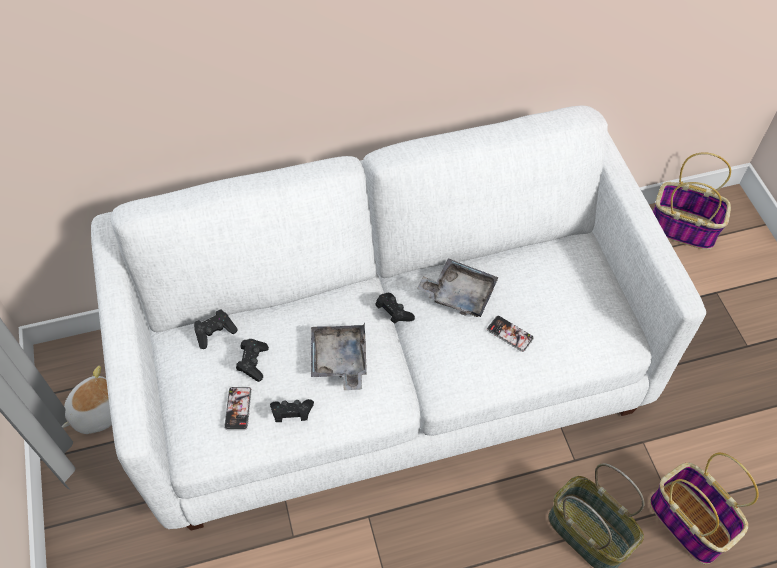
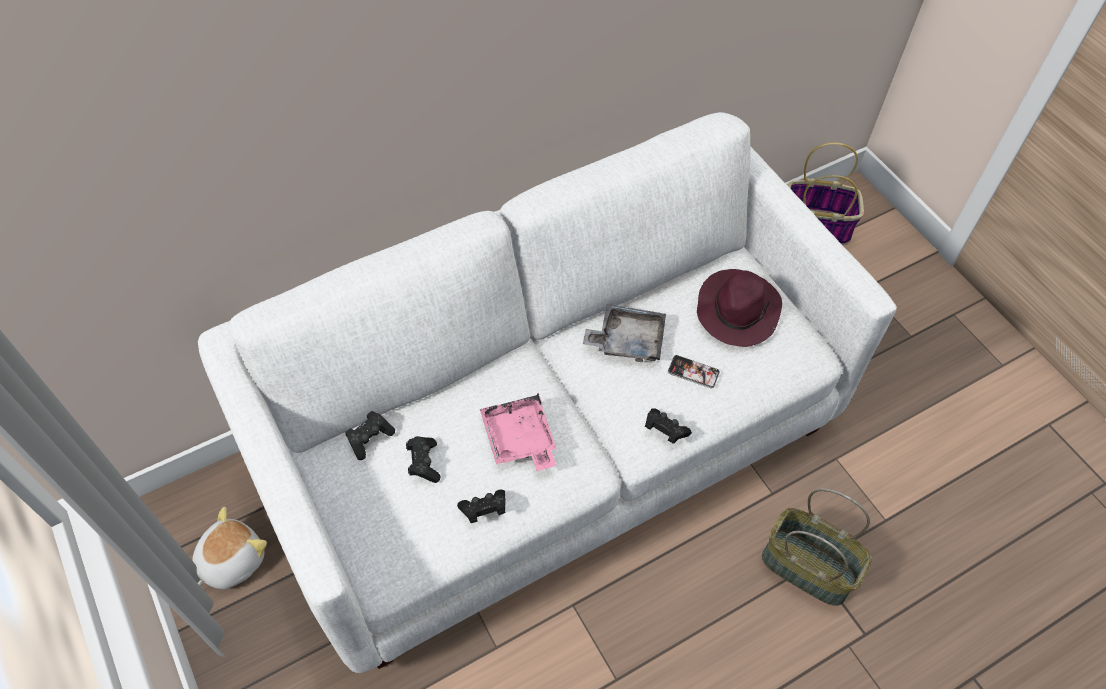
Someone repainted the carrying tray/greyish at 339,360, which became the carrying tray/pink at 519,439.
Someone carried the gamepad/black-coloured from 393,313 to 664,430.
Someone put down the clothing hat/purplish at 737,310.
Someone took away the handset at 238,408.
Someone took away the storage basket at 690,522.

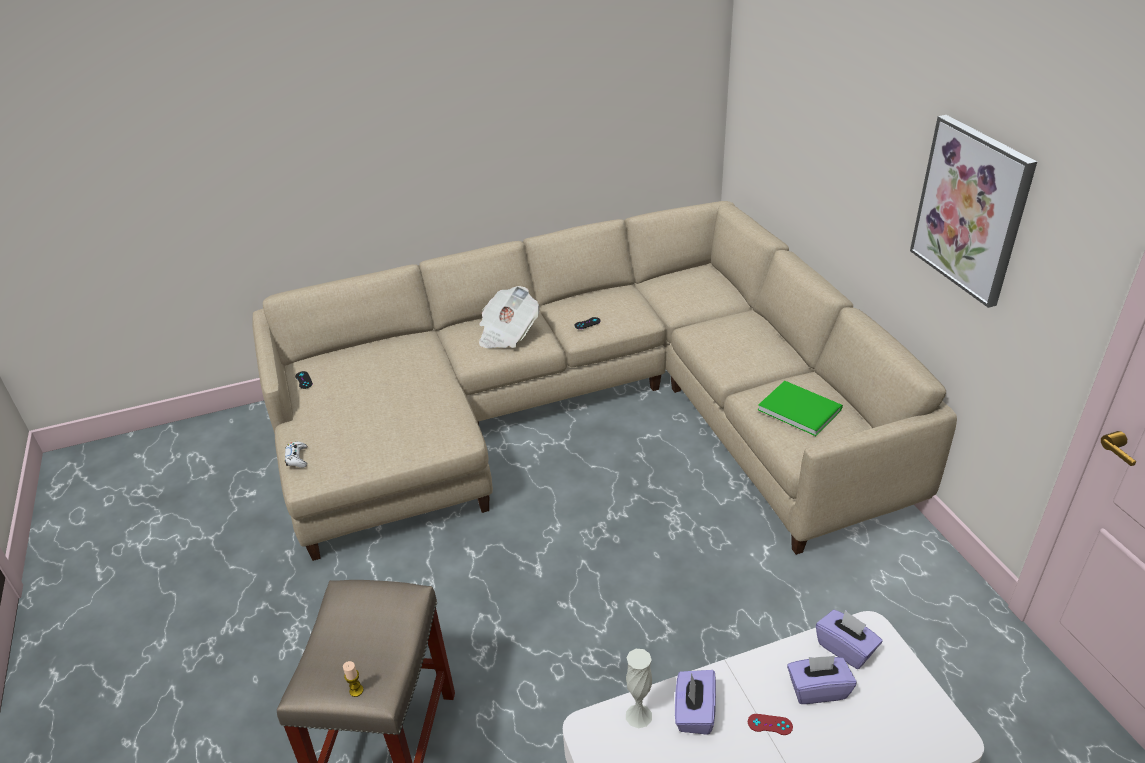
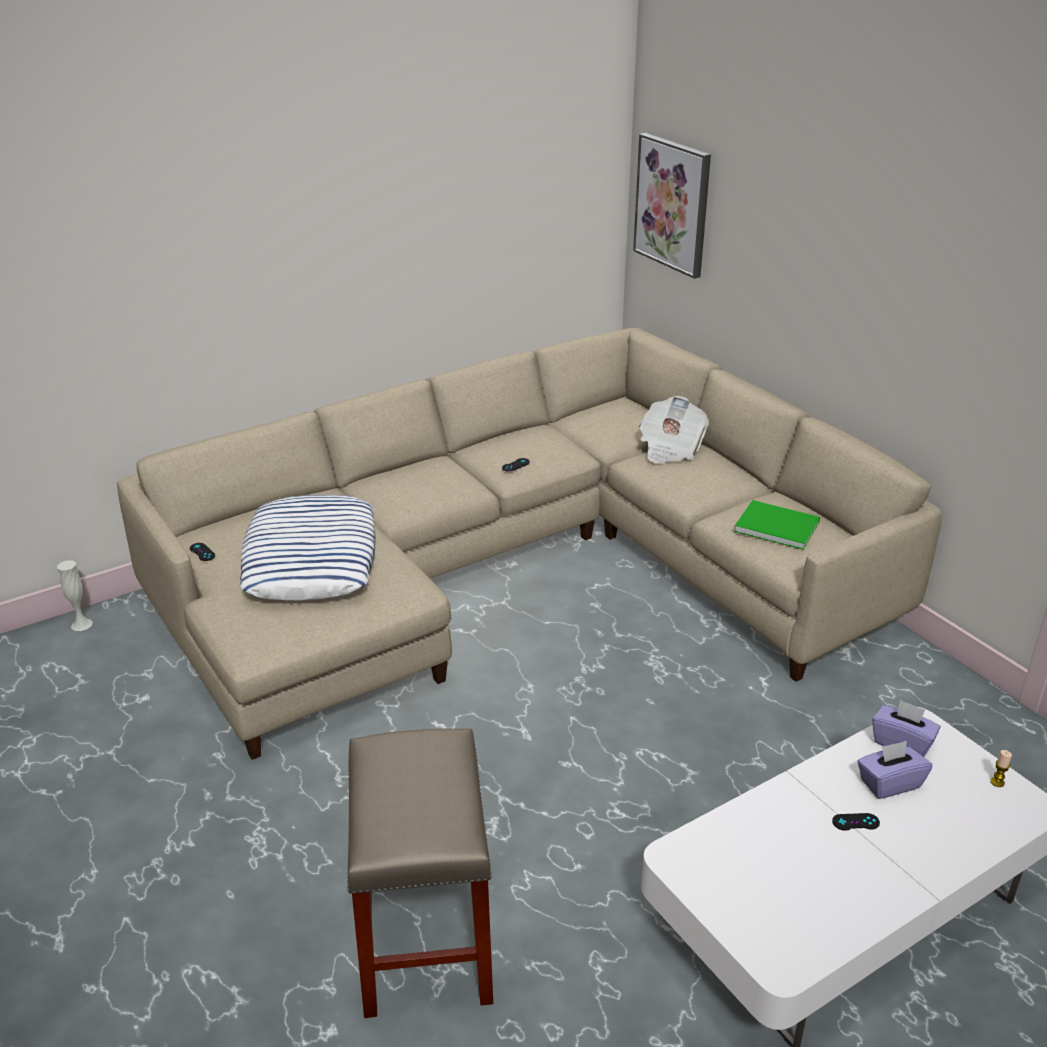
Someone carried the vase/whitish from 638,716 to 81,624.
Someone put down the cushion at 311,559.
Someone carried the picture from 971,209 to 673,204.
Someone carried the printed paper from 507,333 to 670,448.
Someone repainted the gamepad/red-coloured at 770,724, which became the gamepad/black-coloured at 855,822.
Someone carried the wax candle from 356,690 to 997,782.
Someone took away the gamepad/whitish at 297,458.
Someone took away the tissue holder/purplish at 694,712.

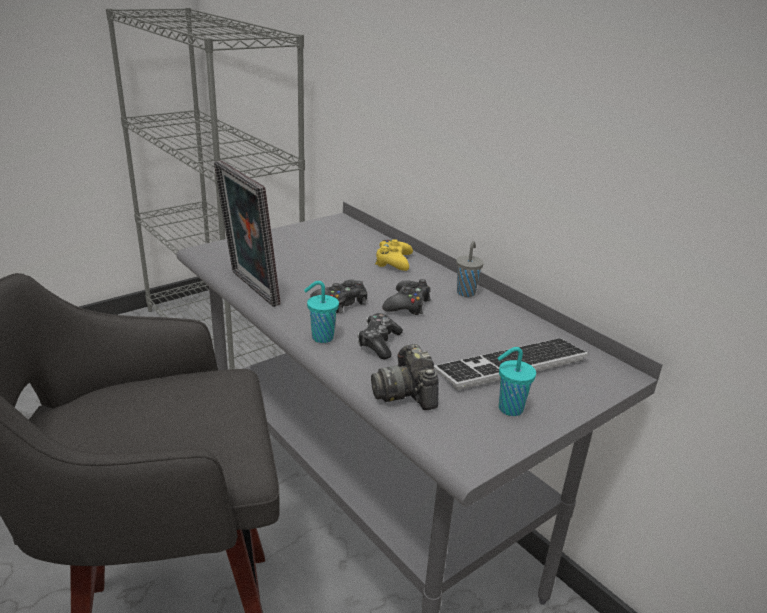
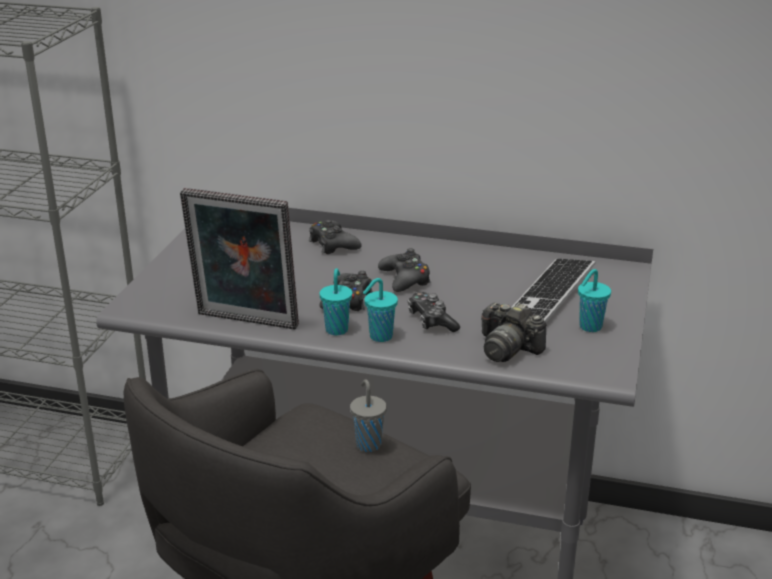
Someone repainted the gamepad/yellow at 393,262, which became the gamepad/black-coloured at 333,244.
Someone put down the small cup/turquoise-coloured at 337,329.
Someone carried the small cup/greyish from 466,292 to 368,444.

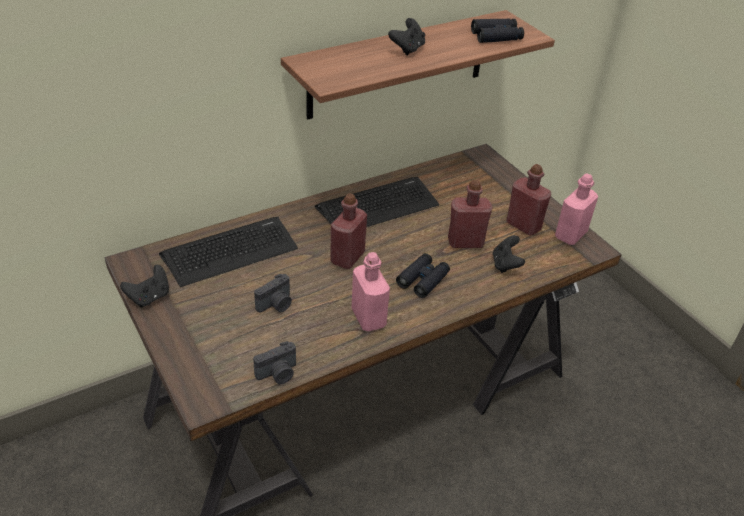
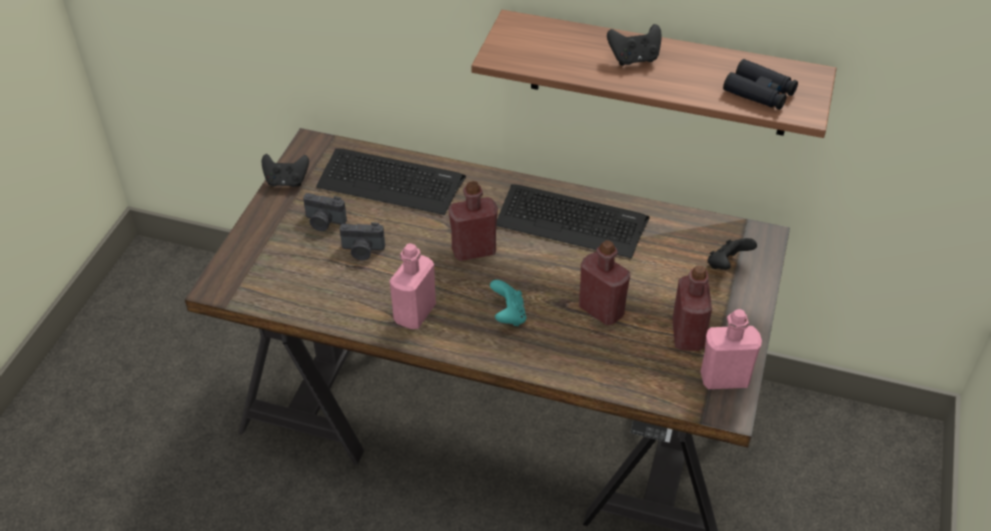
Someone carried the photo camera from 278,374 to 324,222.
Someone swapped the field glasses/black-coloured at 423,280 for the gamepad/turquoise-coloured at 508,315.
Someone carried the gamepad/black-coloured from 505,264 to 727,265.

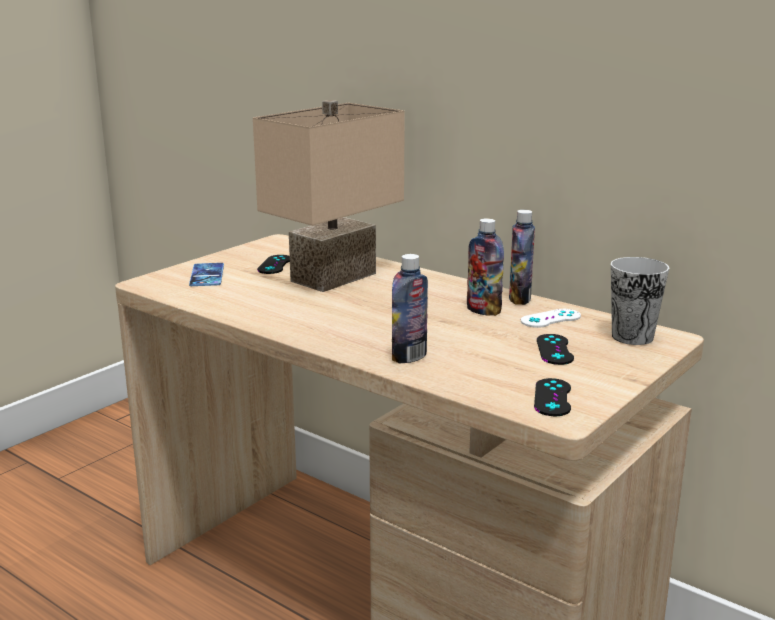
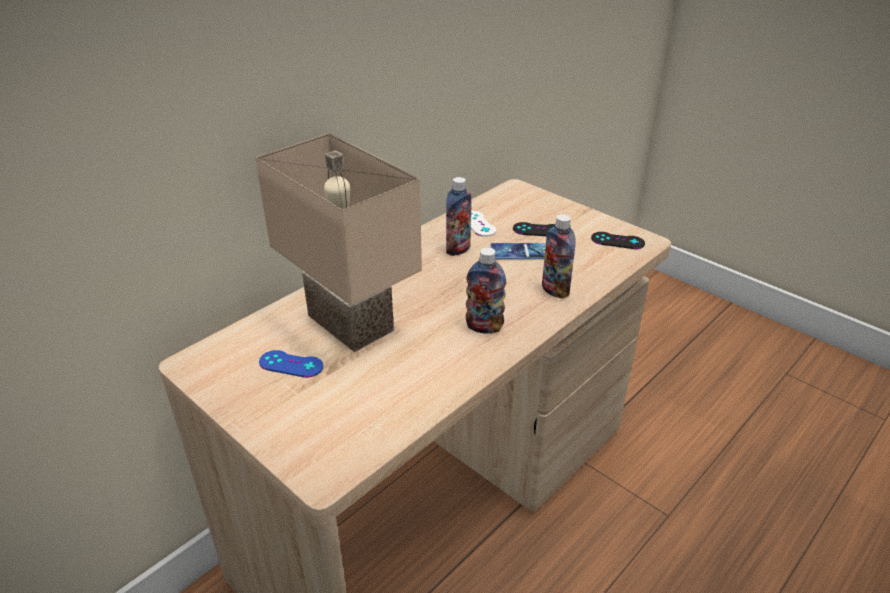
Someone repainted the gamepad/black-coloured at 275,265, which became the gamepad/bluish at 291,364.
Someone carried the bottle from 519,299 to 484,327.
Someone carried the handset from 207,275 to 519,252.
Someone took away the small cup at 632,337.

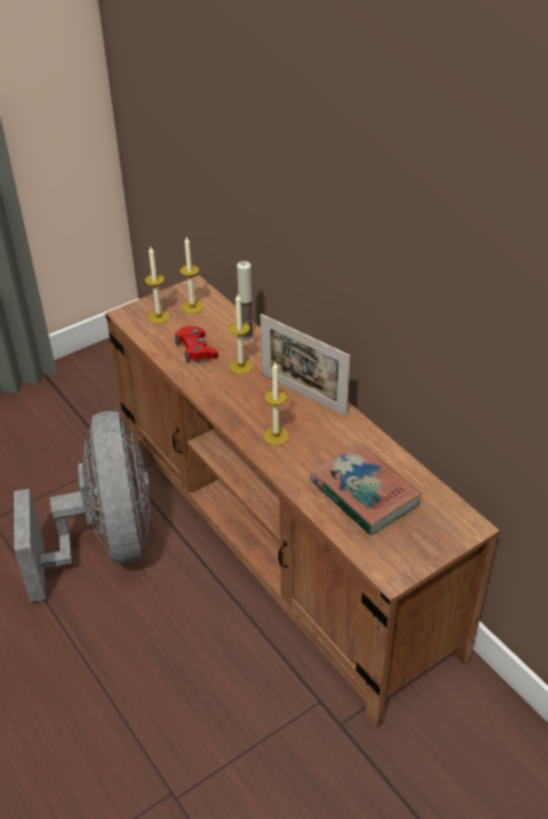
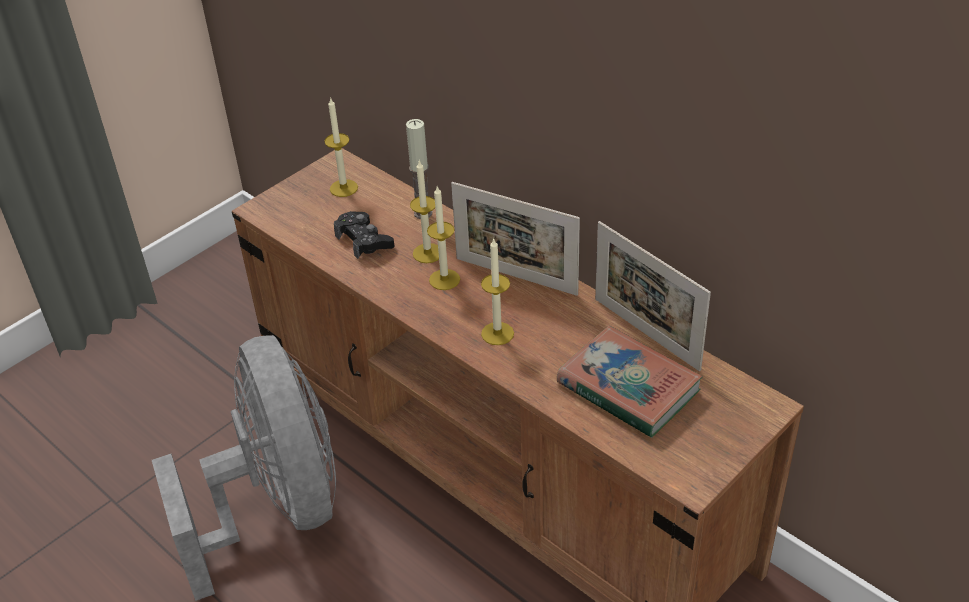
Someone repainted the gamepad/red-coloured at 196,349, which became the gamepad/black-coloured at 364,240.
Someone carried the wax candle from 159,317 to 444,279.
Someone put down the picture frame at 646,333.

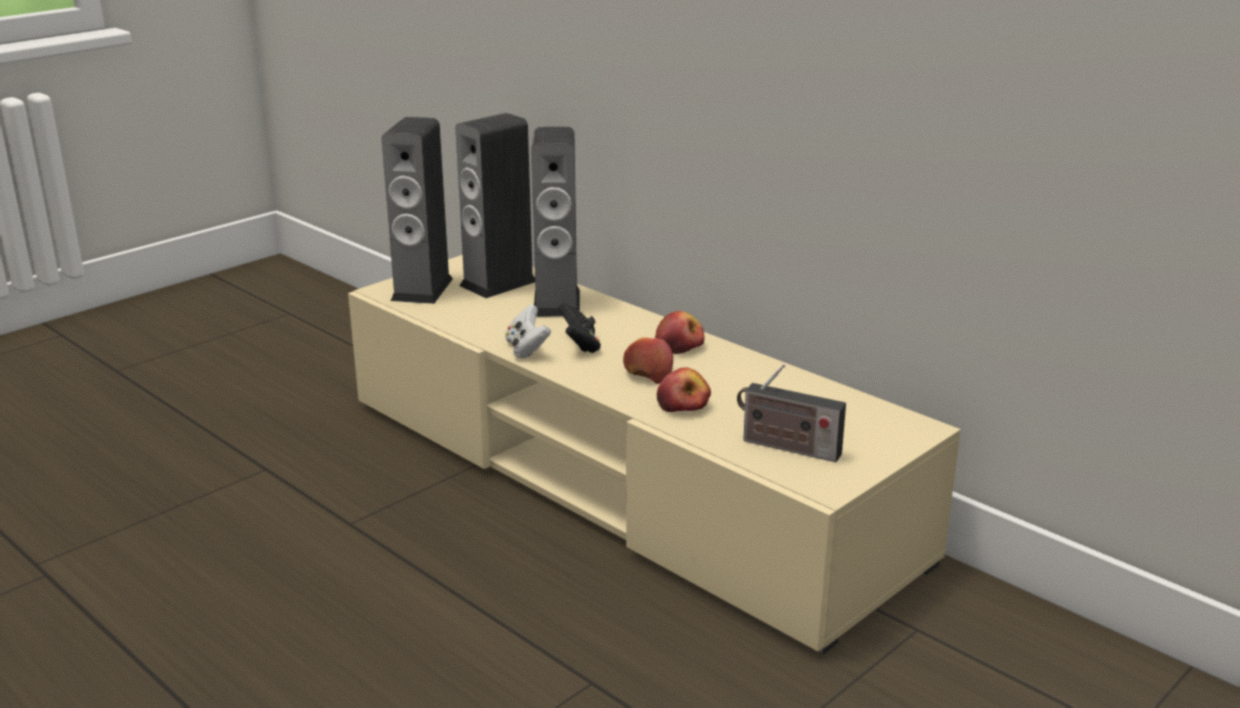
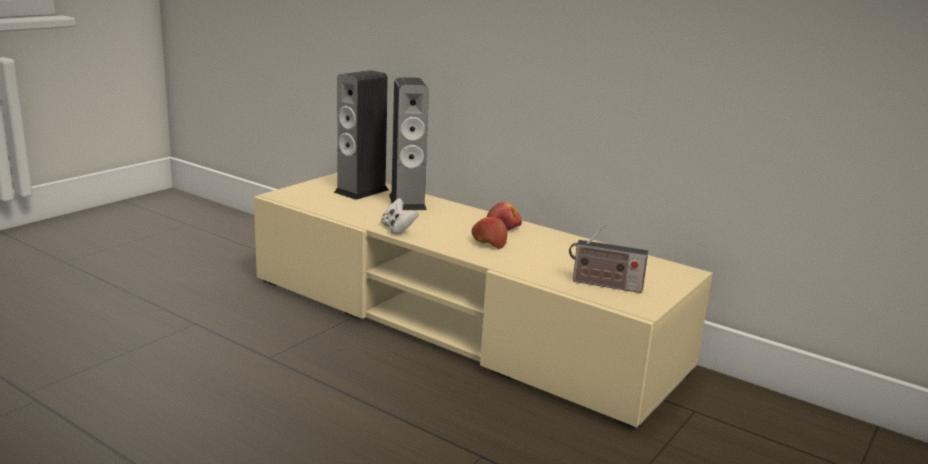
Someone took away the speaker at 422,289.
Someone took away the gamepad/black-coloured at 580,345.
Someone took away the apple at 683,405.

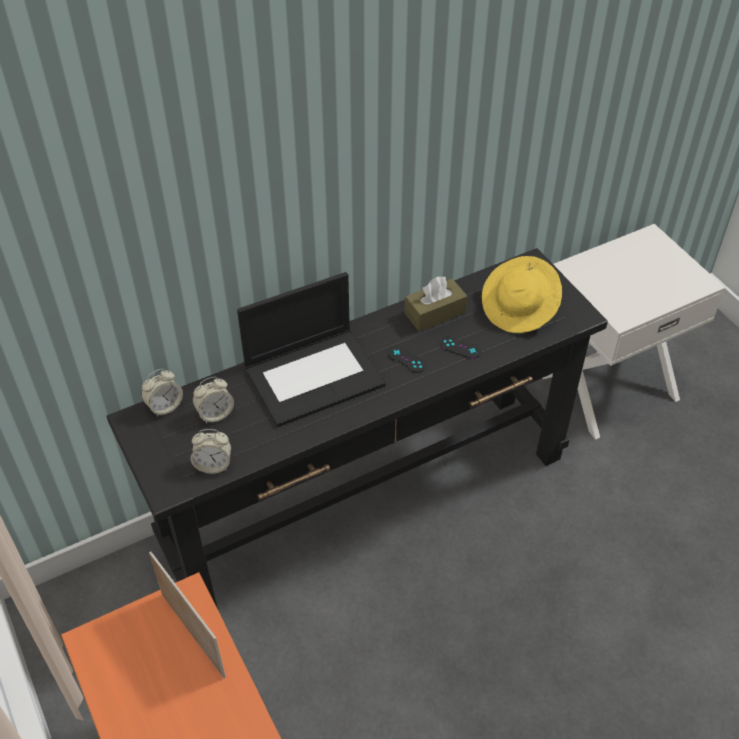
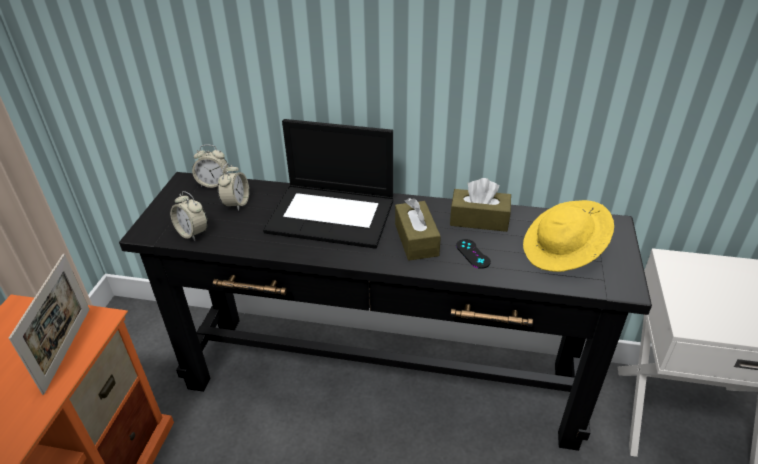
Someone rotated the bedside clock at 215,414 by 90 degrees counterclockwise.
Someone swapped the gamepad/black-coloured at 407,359 for the tissue holder/brownish at 416,240.

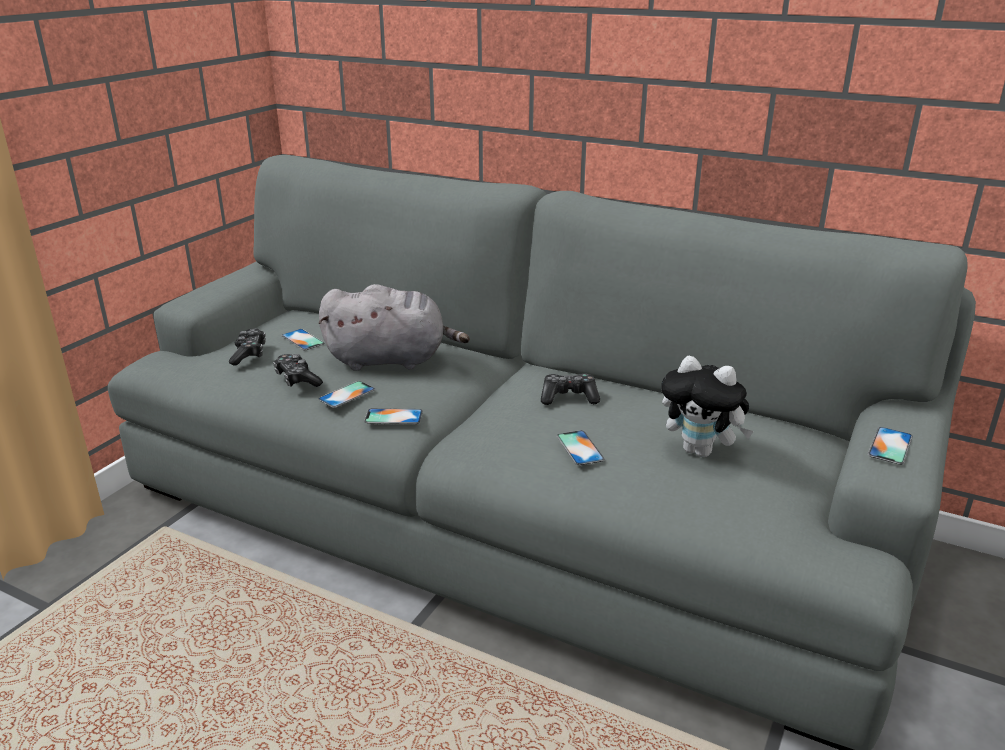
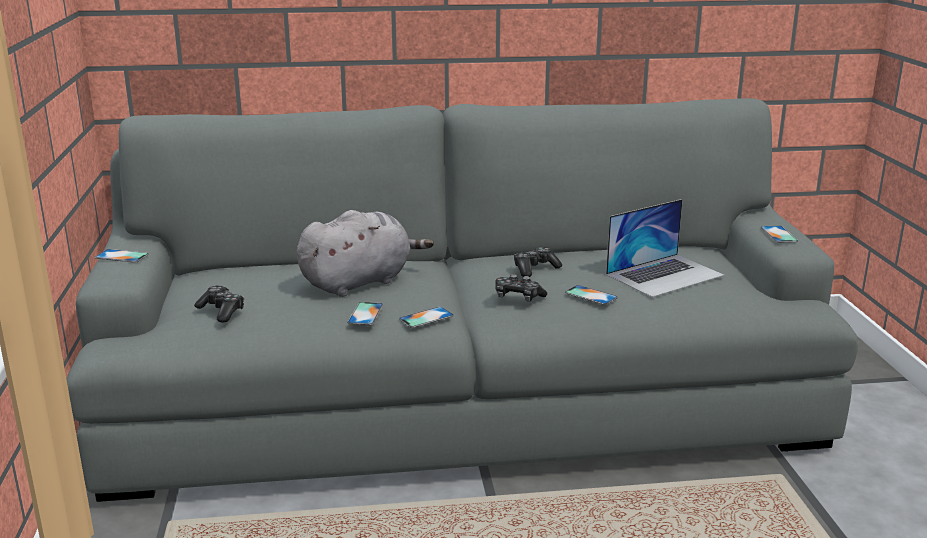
Someone carried the handset from 302,340 to 122,256.
Someone carried the gamepad from 297,379 to 518,297.
Someone swapped the cuddly toy at 701,451 for the portable computer at 665,275.

